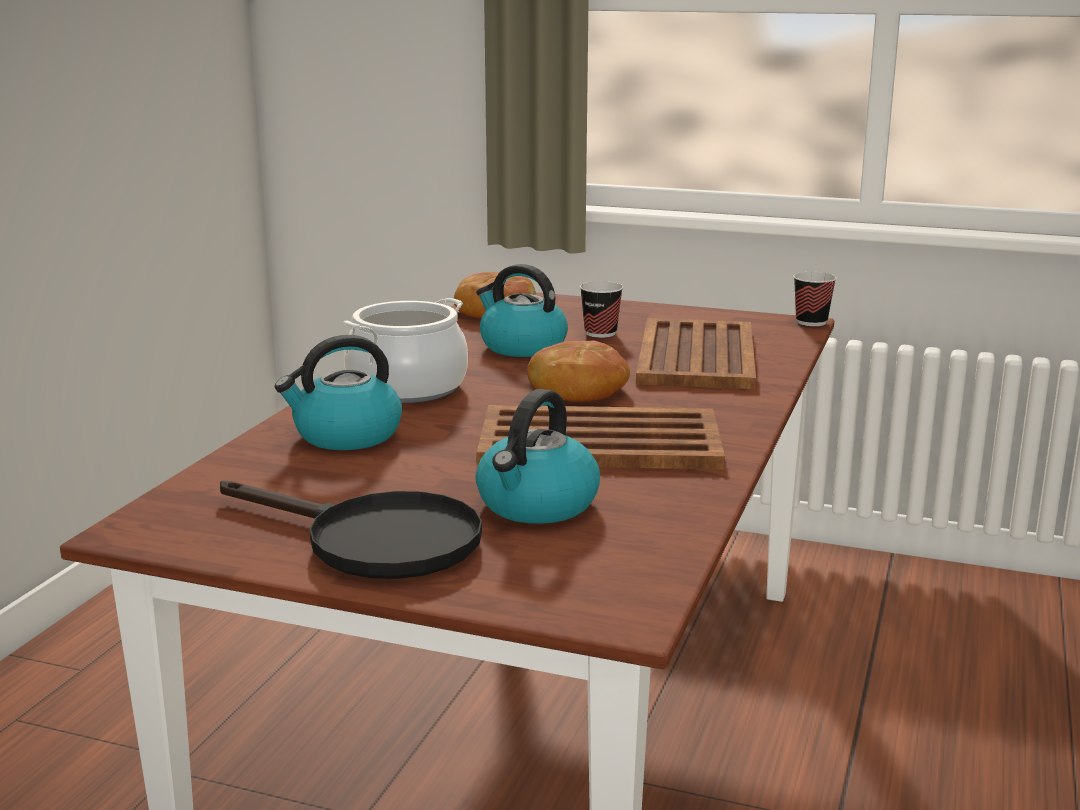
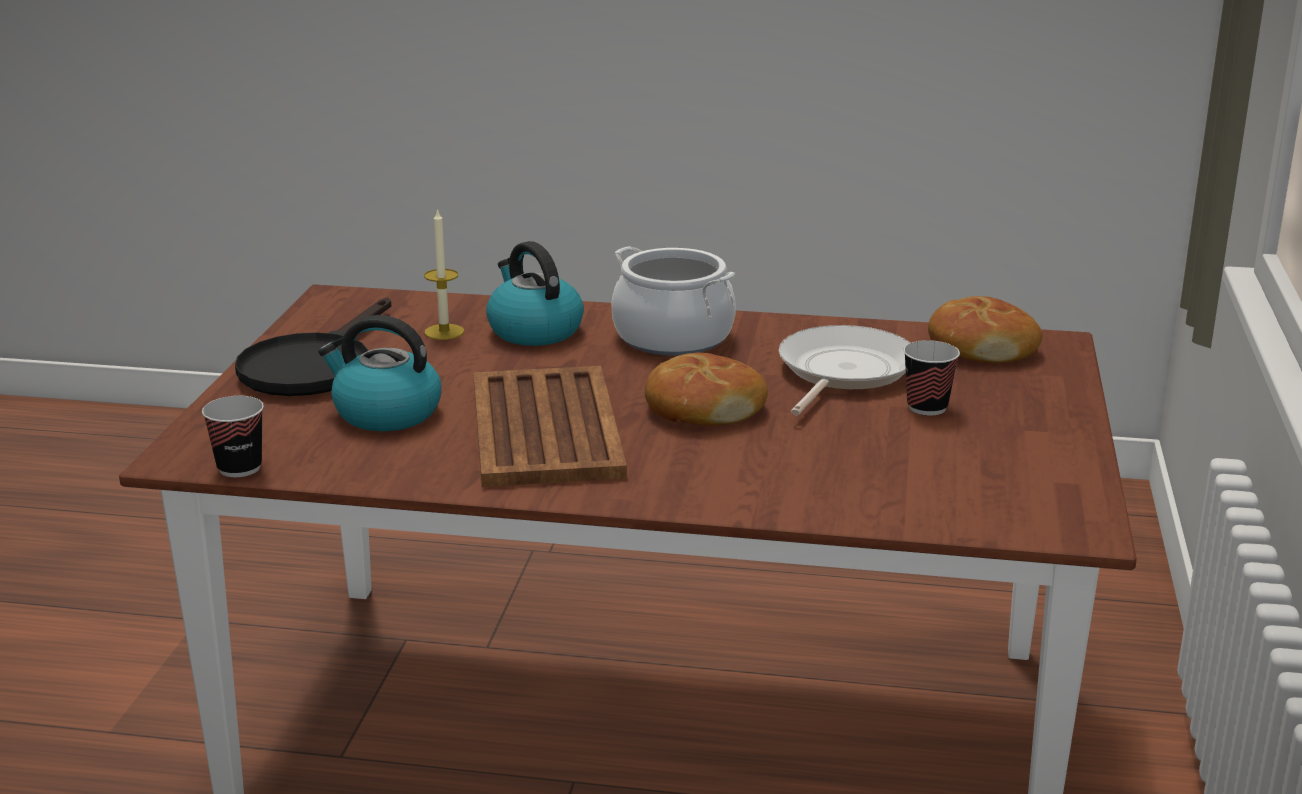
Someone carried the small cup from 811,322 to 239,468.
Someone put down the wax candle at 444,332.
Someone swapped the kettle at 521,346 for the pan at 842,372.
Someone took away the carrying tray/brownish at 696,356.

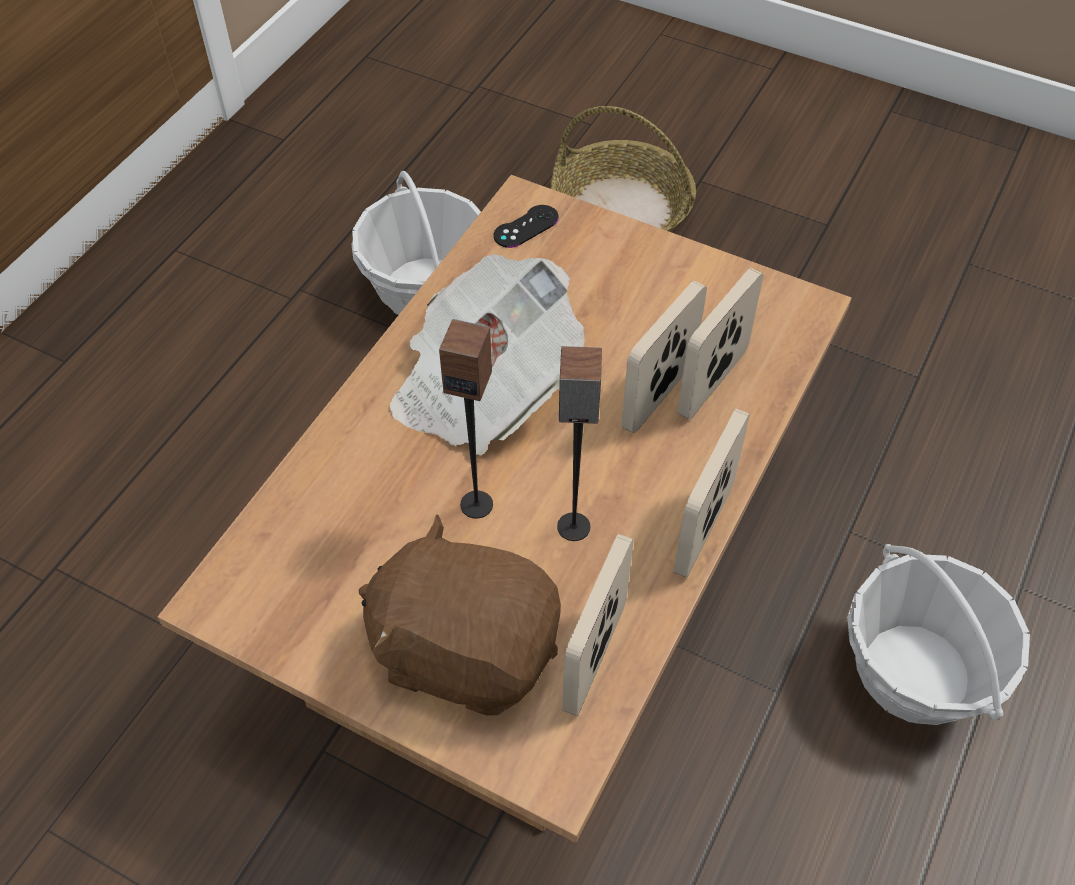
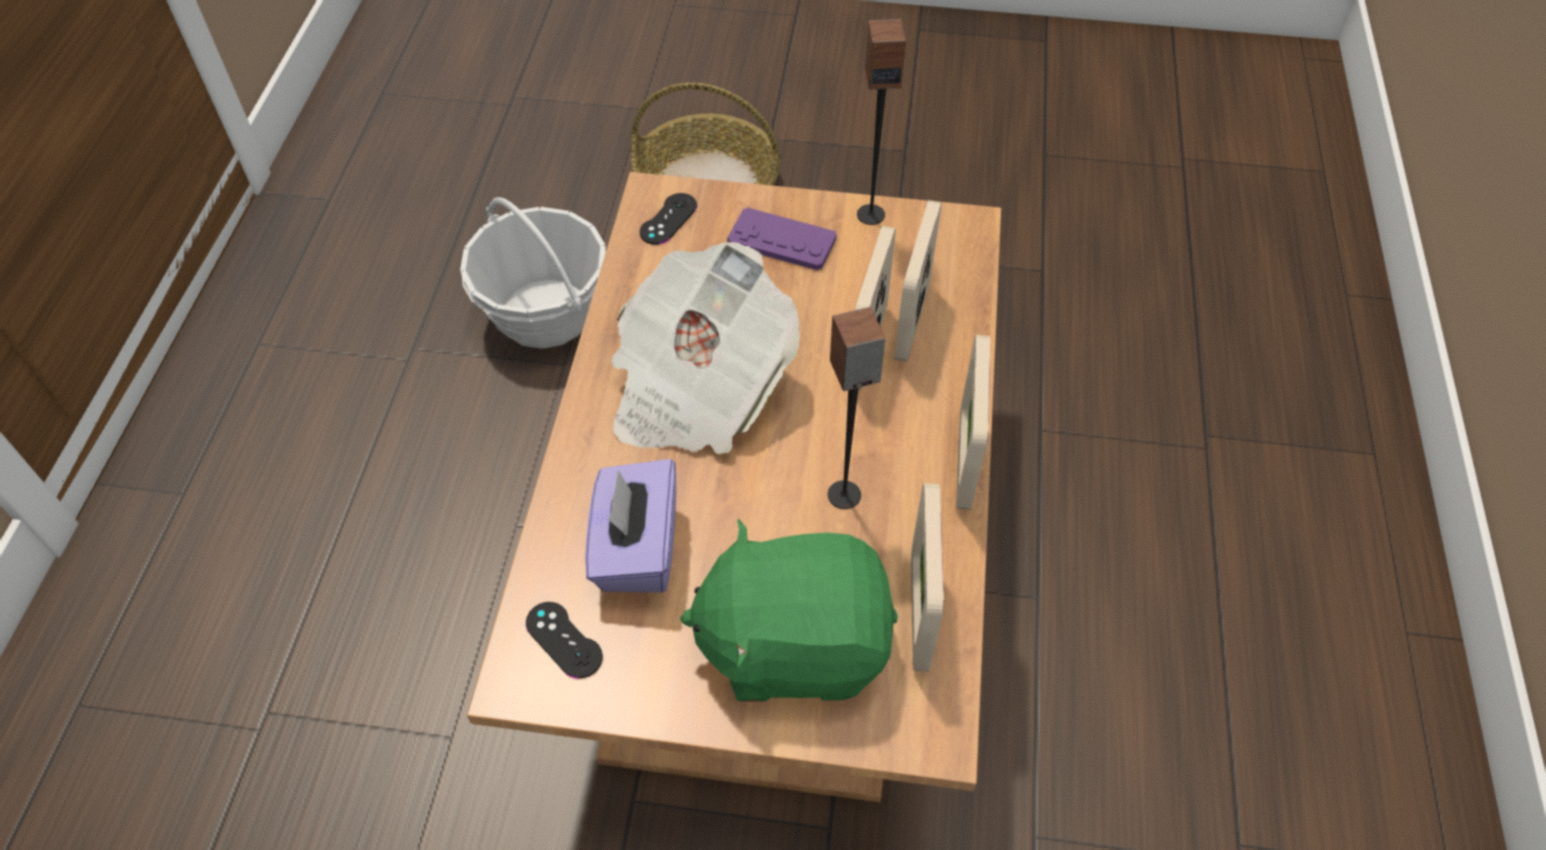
Someone put down the gamepad/black-coloured at 564,640.
Someone put down the tissue holder/purplish at 636,549.
Someone repainted the cuddly toy/brownish at 465,649, which became the cuddly toy/green at 794,644.
Someone put down the gamepad/purplish at 782,241.
Someone carried the speaker from 477,504 to 870,214.
Someone took away the storage basket at 915,673.

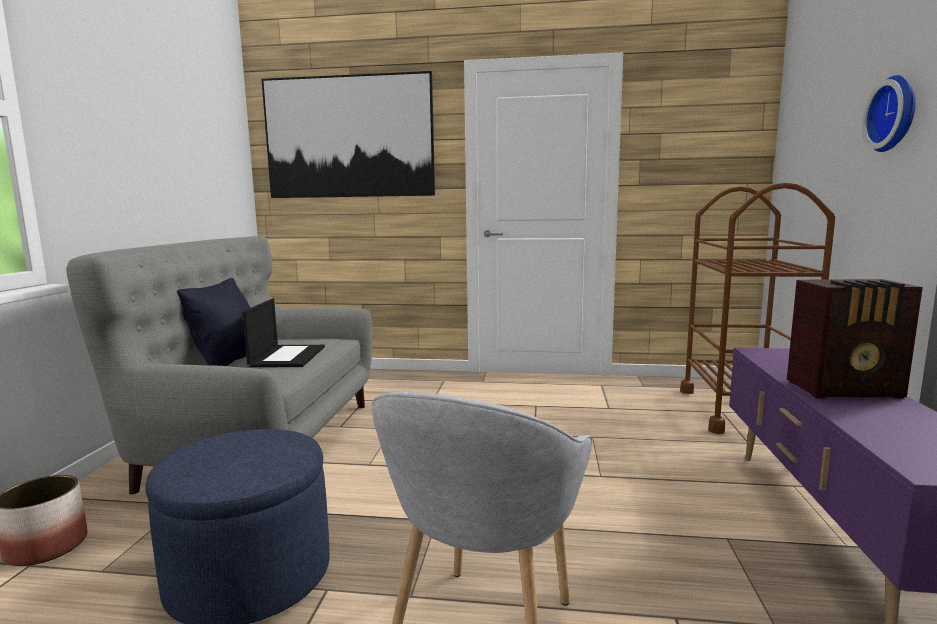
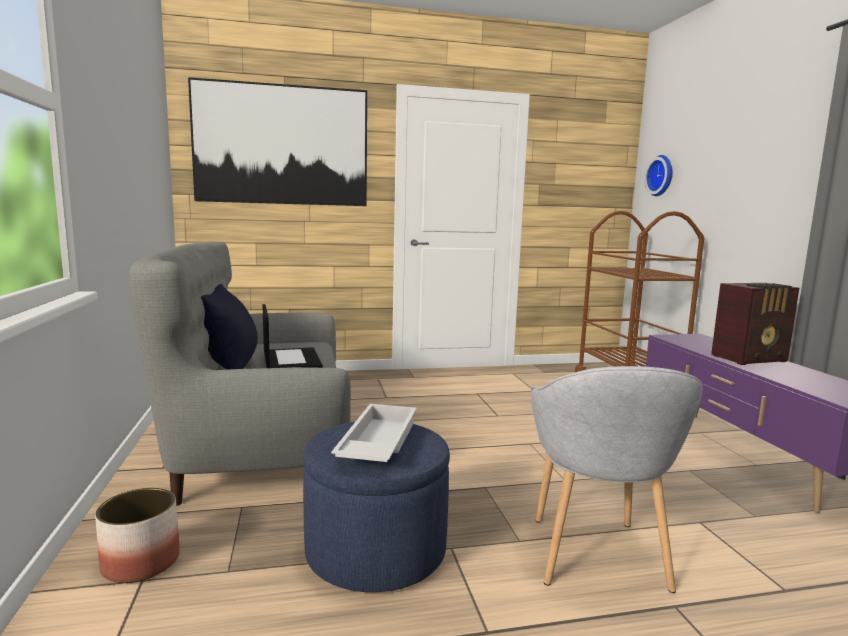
Someone put down the carrying tray/whitish at 376,443.
Someone carried the hanging clock from 895,114 to 662,175.

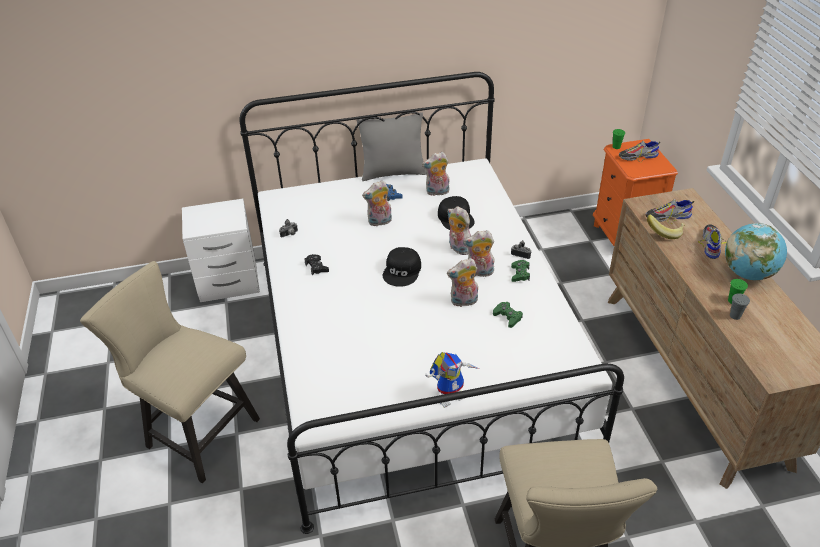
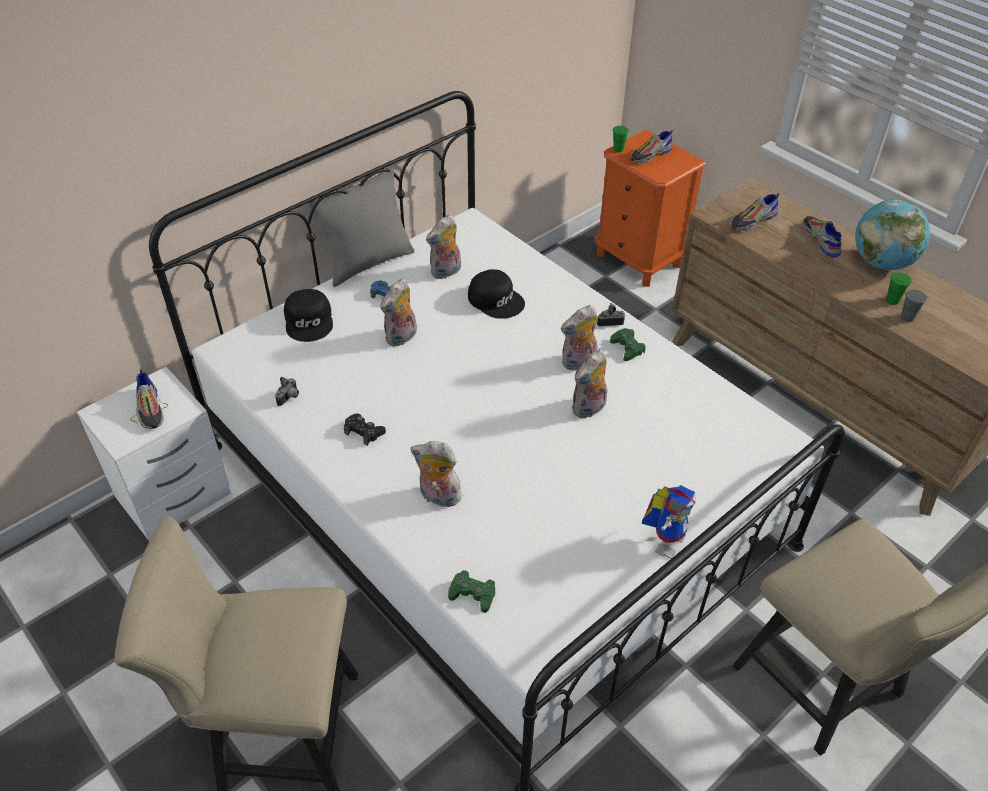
Someone put down the item of footwear at 150,409.
Someone carried the peaked cap/black-coloured from 402,271 to 310,320.
Someone carried the cuddly toy from 458,248 to 438,497.
Someone carried the gamepad/green from 507,317 to 472,594.
Someone took away the whole banana at 664,232.

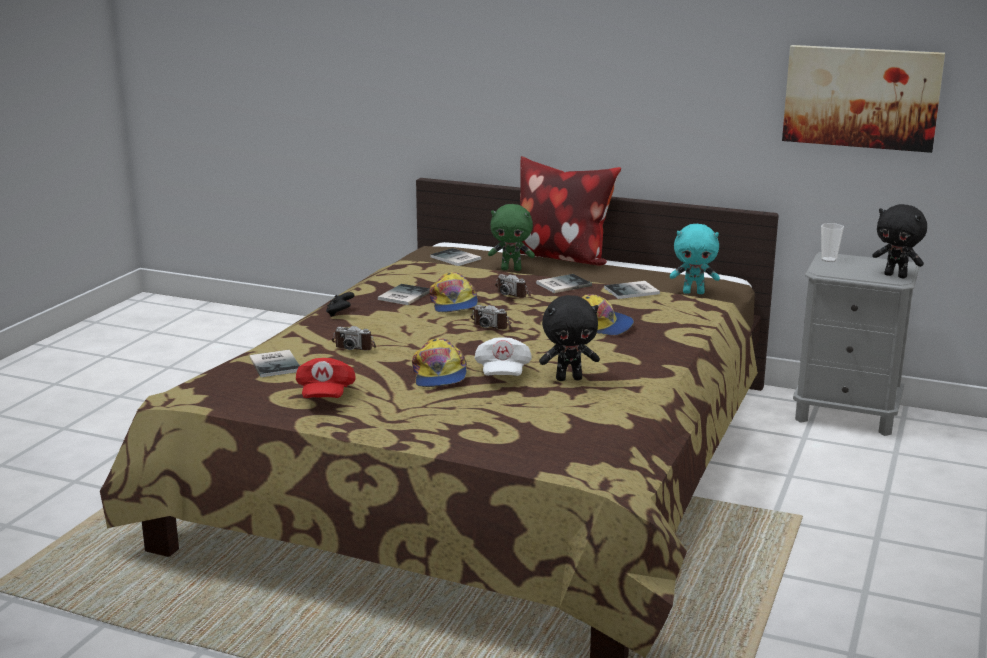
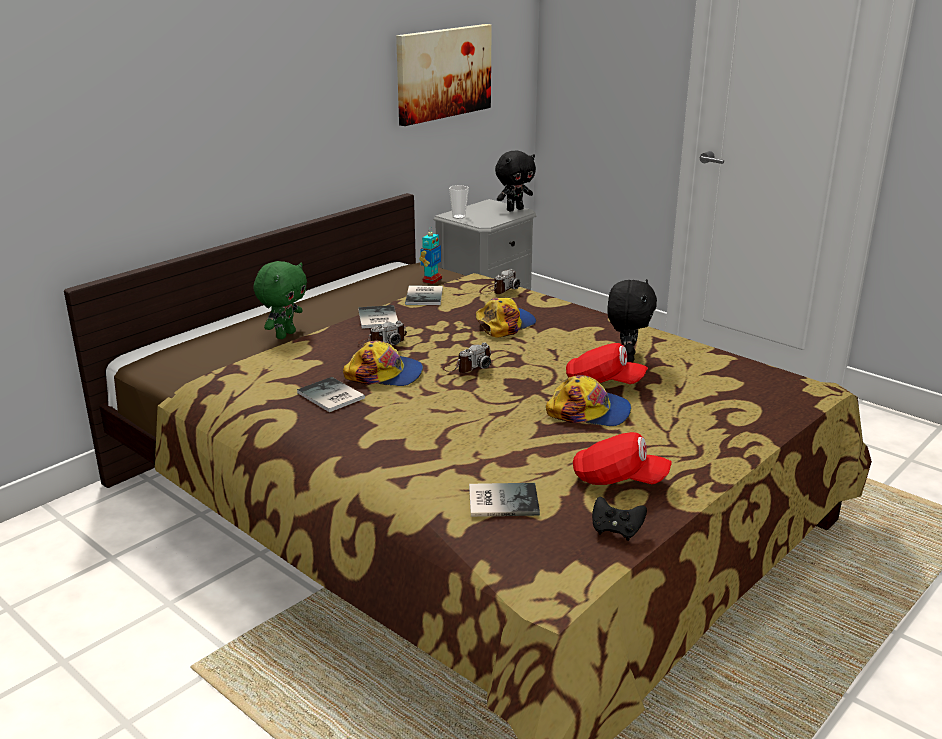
Someone swapped the cuddly toy/turquoise-coloured at 694,292 for the model robot at 431,280.
Someone carried the photo camera from 355,346 to 498,290.
Someone repainted the peaked cap/whitish at 502,374, which became the peaked cap/red-coloured at 603,383.
Someone carried the gamepad/black-coloured from 340,313 to 616,530.
Someone took away the bound book at 455,258.
Someone took away the cushion at 559,258.

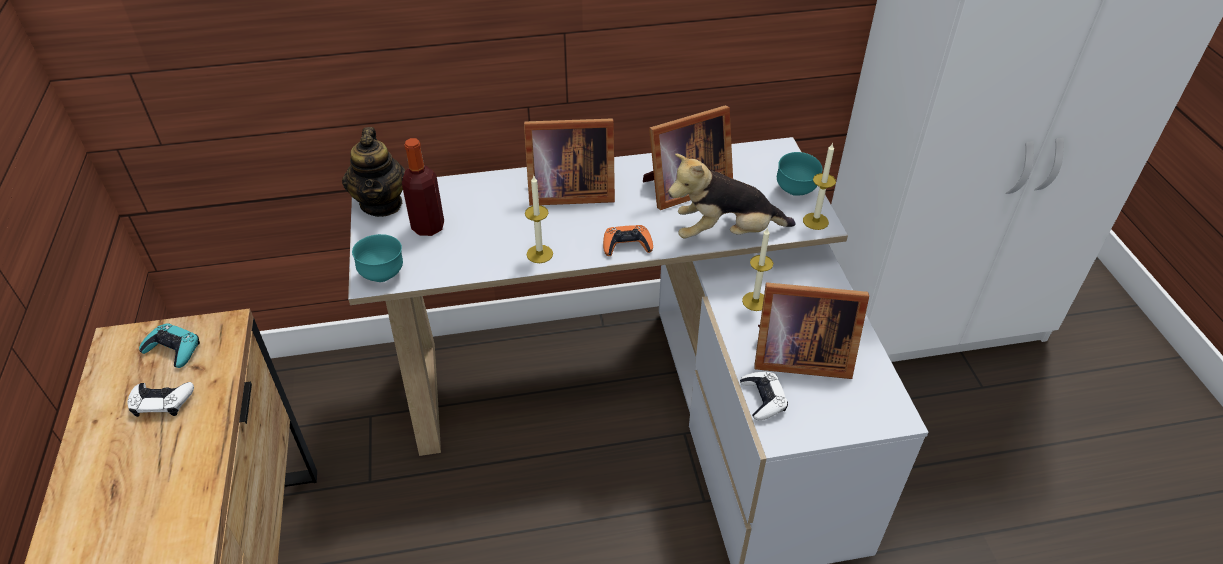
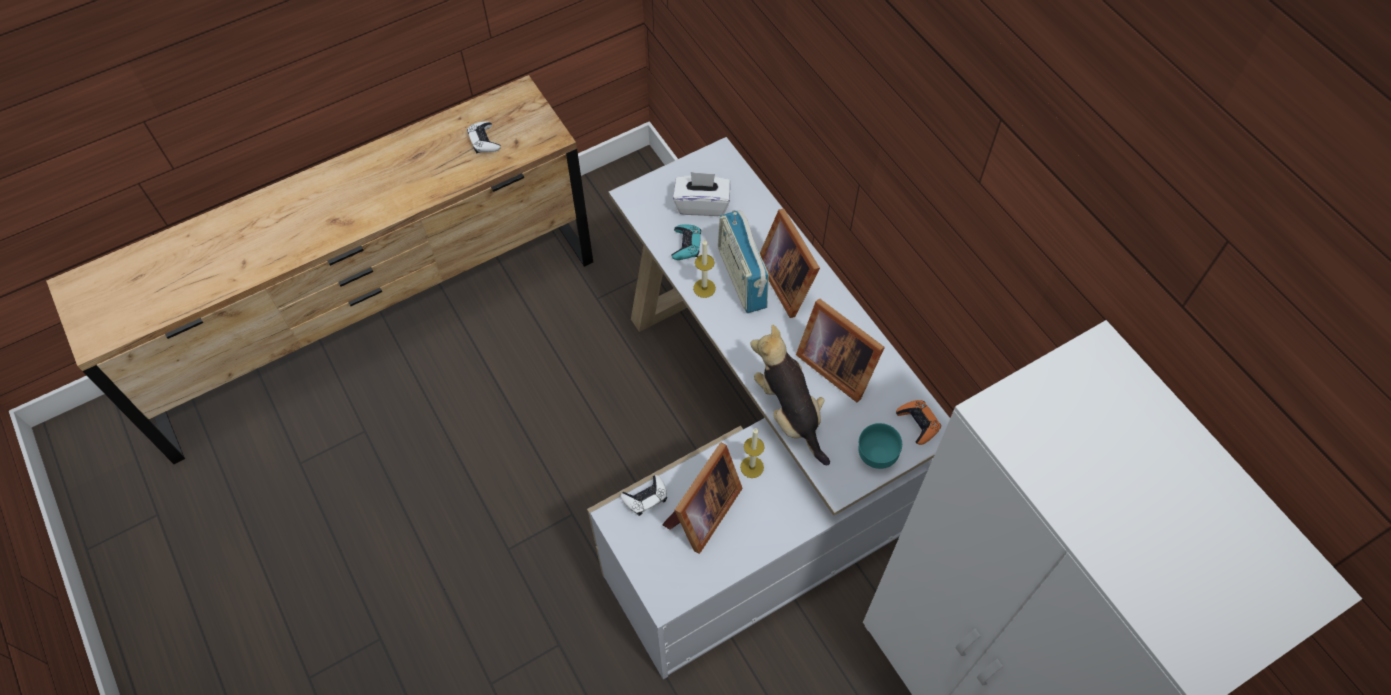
Someone rotated the picture frame at 797,356 by 135 degrees counterclockwise.
Someone carried the gamepad/turquoise-coloured from 173,349 to 686,245.
Someone swapped the bottle at 428,227 for the tissue holder/whitish at 702,204.
Someone put down the radio at 742,278.
Someone carried the gamepad/orangey from 627,245 to 918,423.
Someone took away the tea pot at 382,203.
Someone took away the serving bowl/turquoise-coloured at 383,275.
Someone took away the wax candle at 815,221.

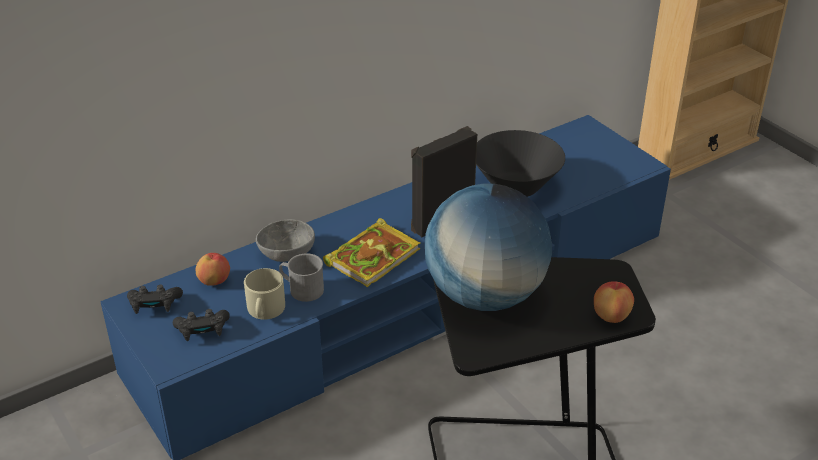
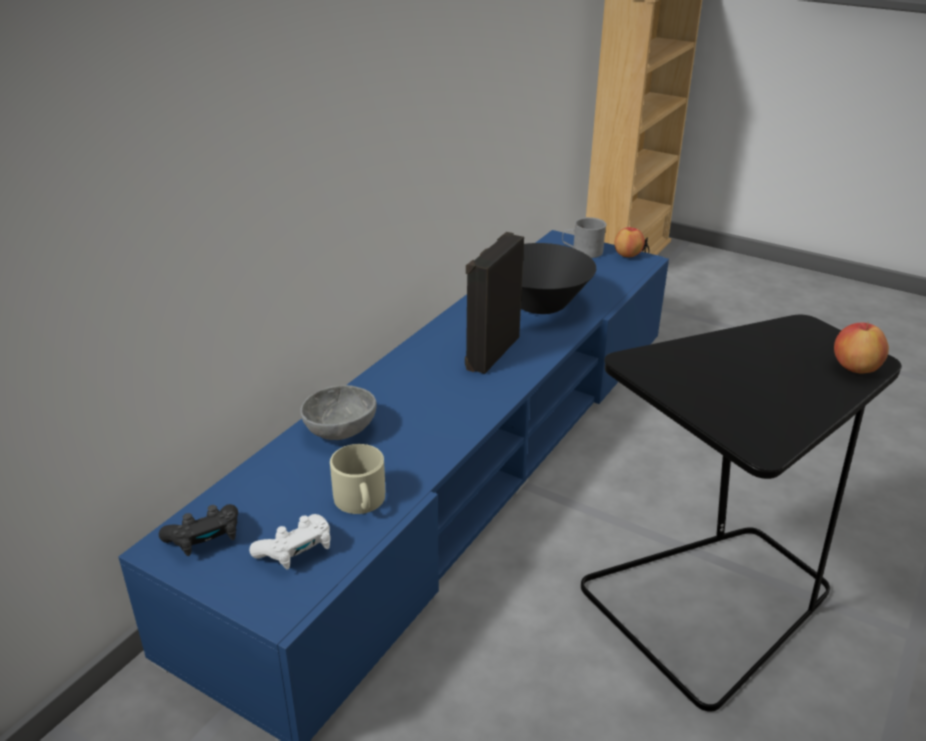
Someone repainted the gamepad/black-coloured at 203,331, which became the gamepad/whitish at 296,551.
Someone carried the tea mug/greyish from 301,289 to 582,252.
Someone carried the apple from 214,281 to 627,255.
Someone took away the bound book at 374,255.
Someone took away the desk globe at 485,295.

